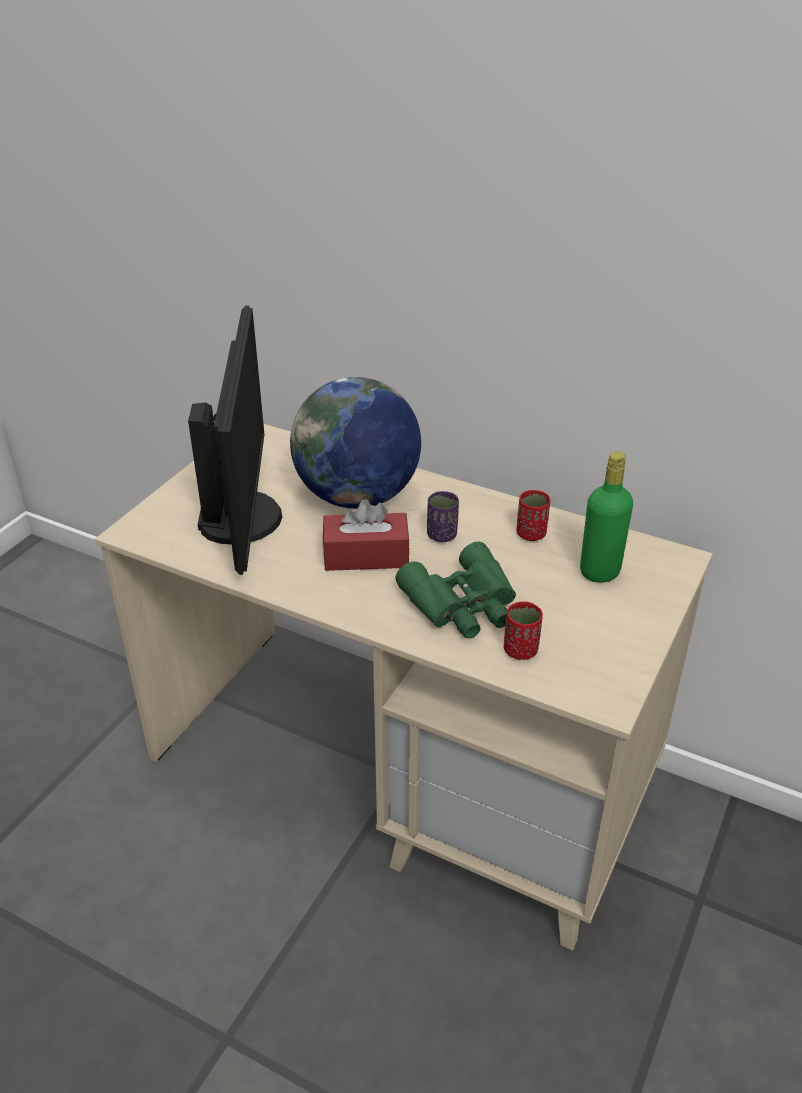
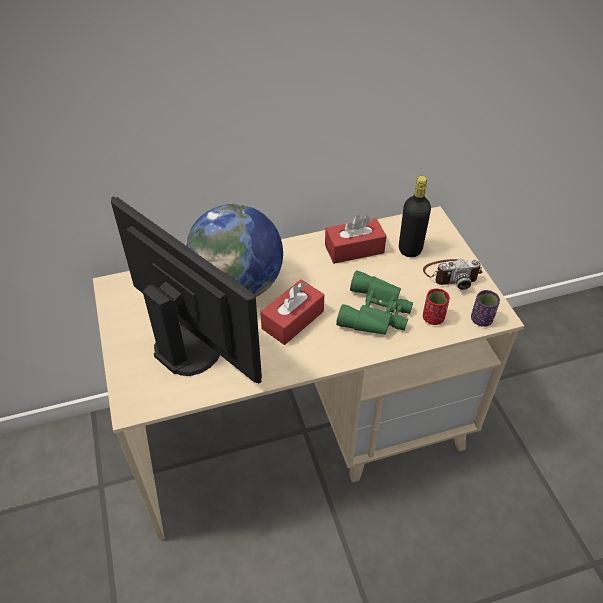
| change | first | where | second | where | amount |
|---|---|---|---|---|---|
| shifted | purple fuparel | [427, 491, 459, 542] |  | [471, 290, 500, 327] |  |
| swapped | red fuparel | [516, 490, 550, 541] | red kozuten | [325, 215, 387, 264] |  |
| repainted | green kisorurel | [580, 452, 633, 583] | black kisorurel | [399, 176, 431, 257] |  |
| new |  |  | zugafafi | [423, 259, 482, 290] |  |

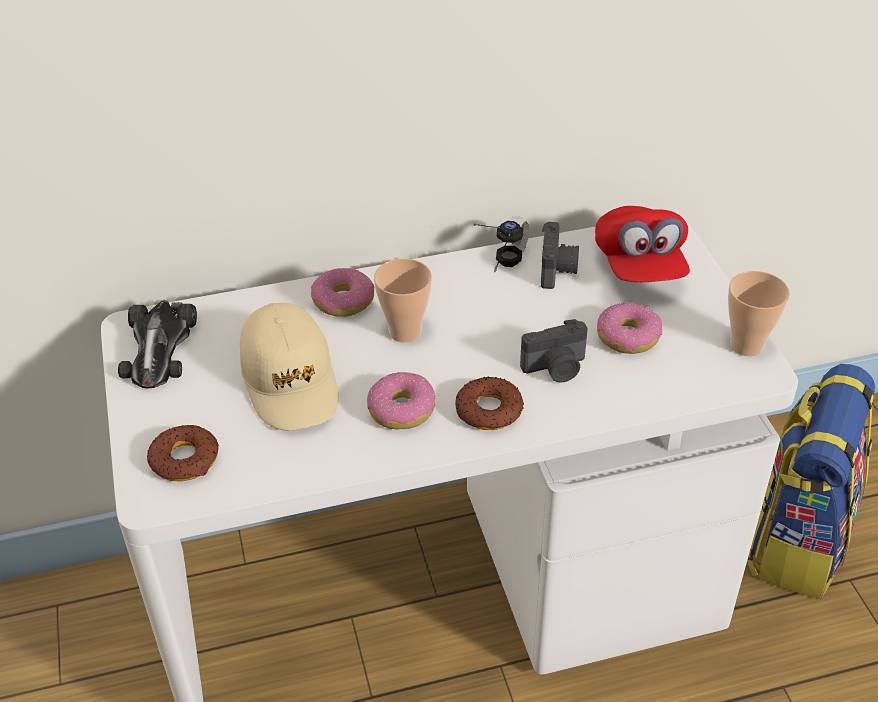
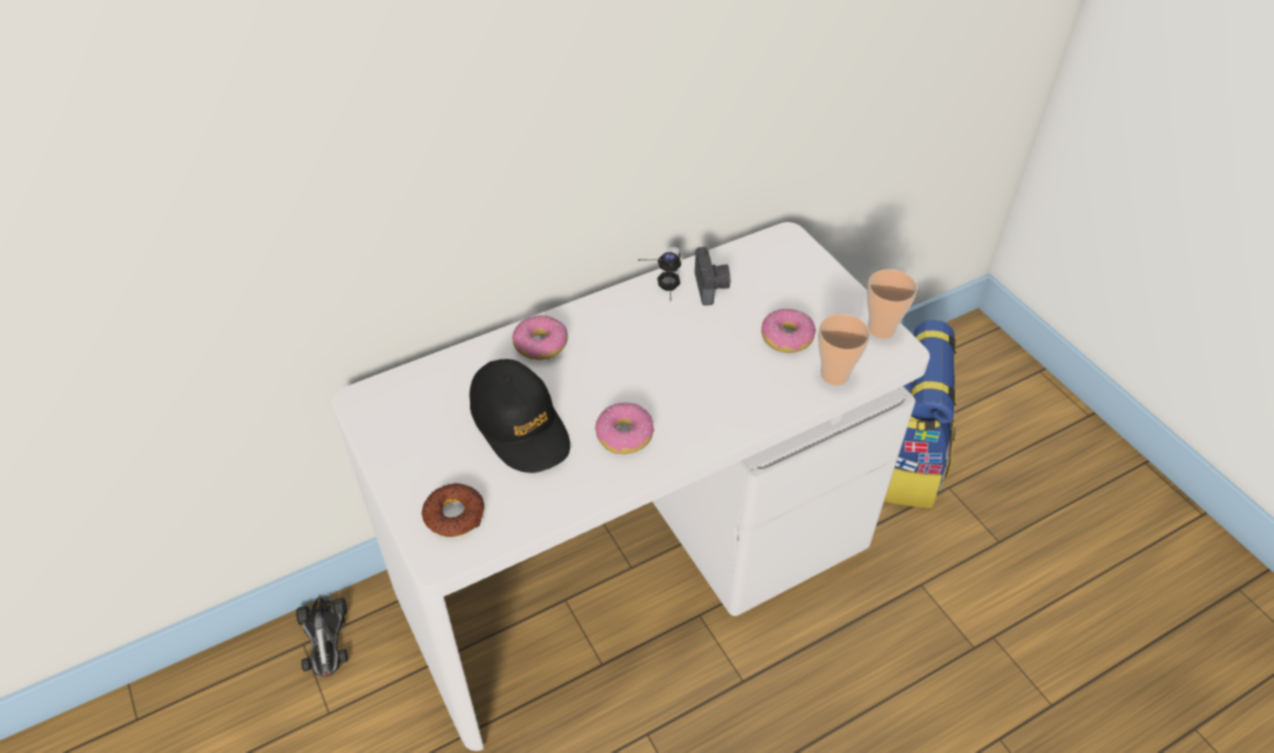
| change | first | where | second | where | amount |
|---|---|---|---|---|---|
| shifted | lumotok | [118, 300, 197, 389] |  | [296, 596, 348, 677] |  |
| repainted | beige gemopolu | [240, 303, 339, 431] | black gemopolu | [470, 359, 570, 473] |  |
| shifted | fuparel | [374, 259, 432, 343] |  | [818, 314, 870, 386] |  |
| gone | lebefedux | [455, 377, 524, 430] |  |  |  |
| gone | zugafafi | [520, 319, 588, 383] |  |  |  |
| gone | red gemopolu | [595, 206, 690, 282] |  |  |  |

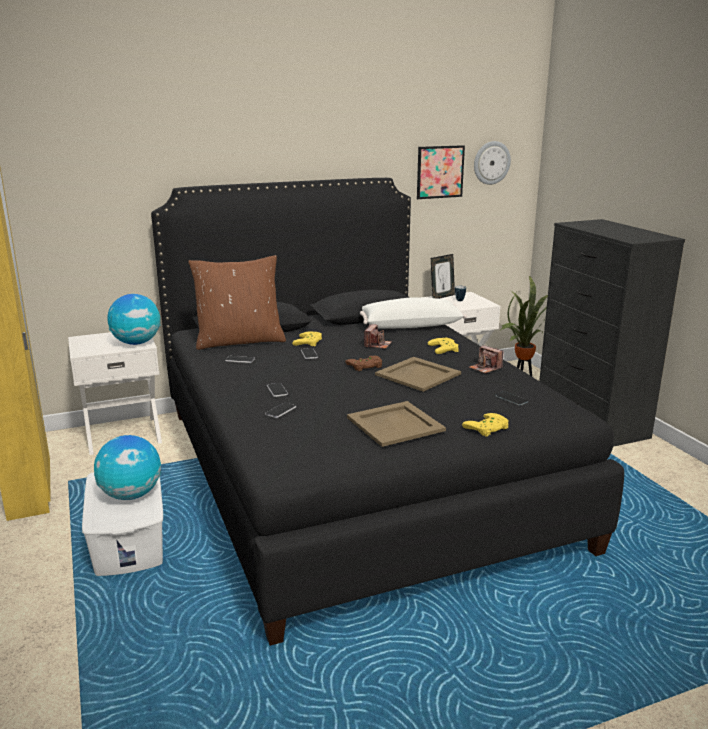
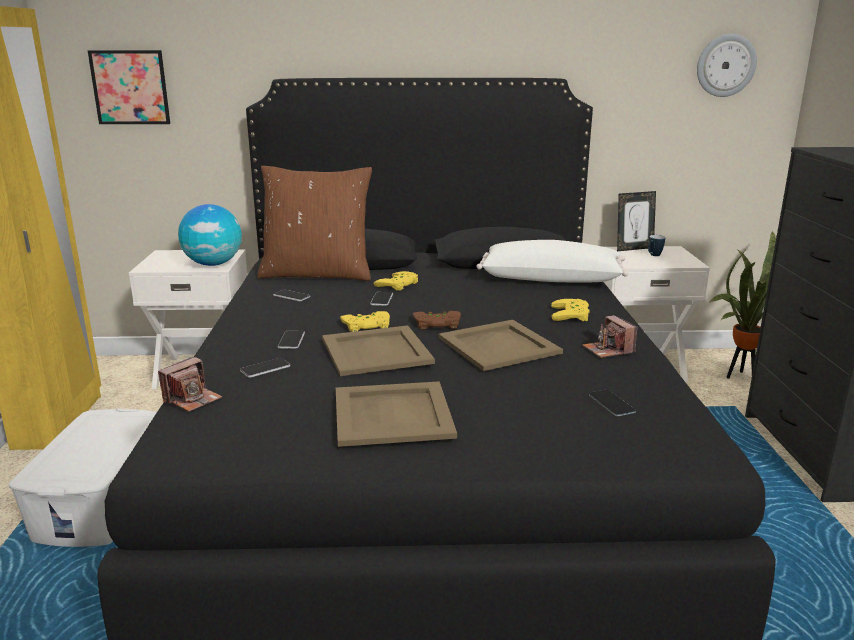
| change | first | where | second | where | amount |
|---|---|---|---|---|---|
| gone | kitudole | [94, 435, 161, 500] |  |  |  |
| shifted | zugafafi | [364, 324, 392, 349] |  | [158, 357, 222, 412] |  |
| shifted | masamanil | [417, 145, 465, 199] |  | [87, 50, 170, 124] |  |
| shifted | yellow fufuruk | [462, 413, 509, 437] |  | [340, 311, 390, 332] |  |
| new |  |  | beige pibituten | [322, 325, 435, 376] |  |

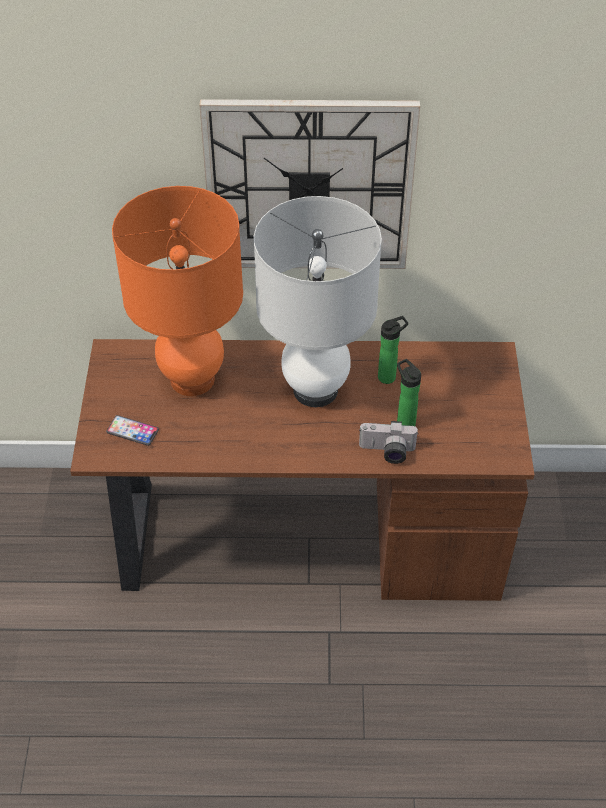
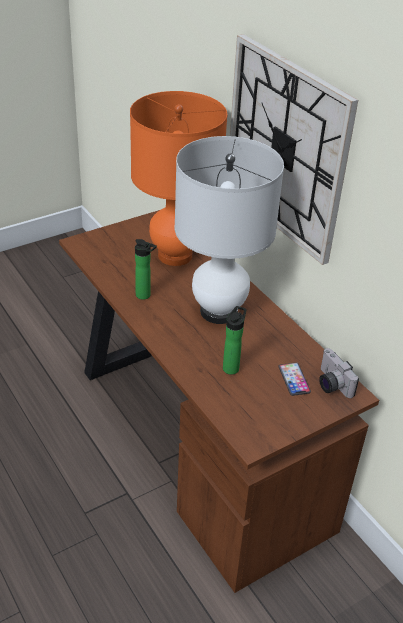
| change | first | where | second | where | amount |
|---|---|---|---|---|---|
| shifted | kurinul | [106, 415, 159, 446] |  | [278, 363, 311, 396] |  |
| shifted | zugafafi | [359, 421, 419, 464] |  | [319, 348, 359, 398] |  |
| shifted | kisorurel | [378, 316, 408, 384] |  | [135, 239, 157, 300] |  |

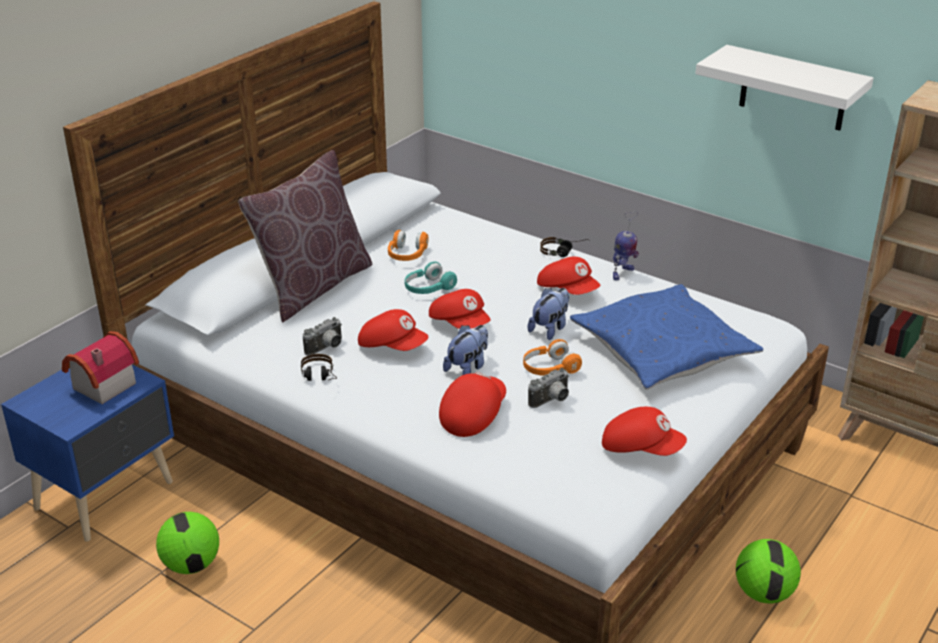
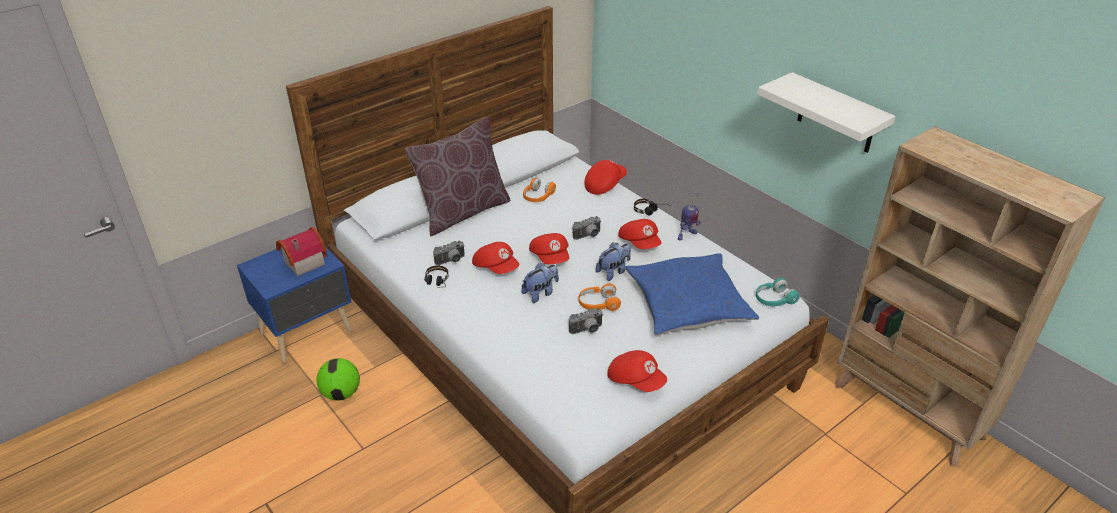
| change | first | where | second | where | amount |
|---|---|---|---|---|---|
| shifted | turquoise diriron | [405, 261, 457, 294] |  | [756, 278, 800, 306] |  |
| shifted | red gemopolu | [439, 372, 506, 437] |  | [584, 160, 627, 195] |  |
| gone | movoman | [736, 539, 801, 604] |  |  |  |
| new |  |  | zugafafi | [573, 216, 601, 240] |  |

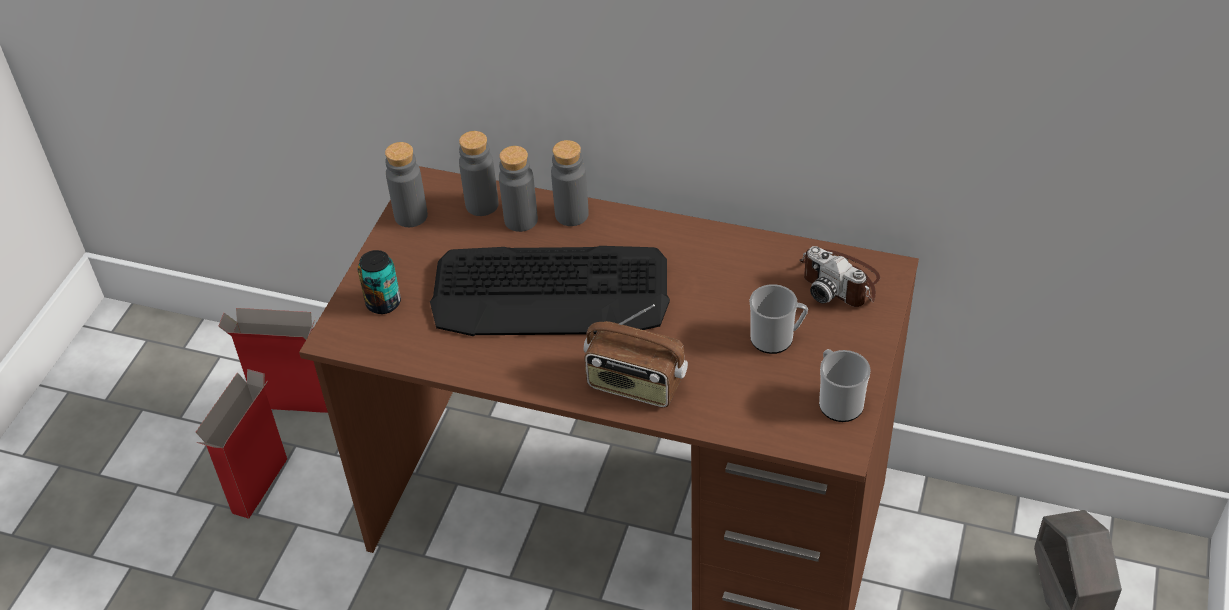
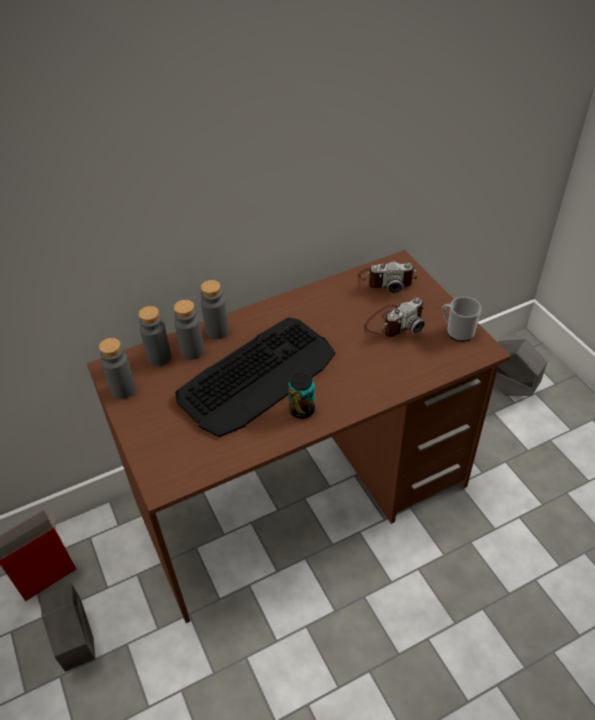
| change | first | where | second | where | amount |
|---|---|---|---|---|---|
| swapped | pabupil | [196, 369, 287, 519] | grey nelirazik | [41, 584, 96, 672] |  |
| shifted | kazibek | [358, 250, 401, 314] |  | [288, 373, 315, 419] |  |
| gone | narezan | [583, 304, 688, 408] |  |  |  |
| swapped | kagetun | [750, 284, 808, 354] | zugafafi | [365, 298, 425, 337] |  |

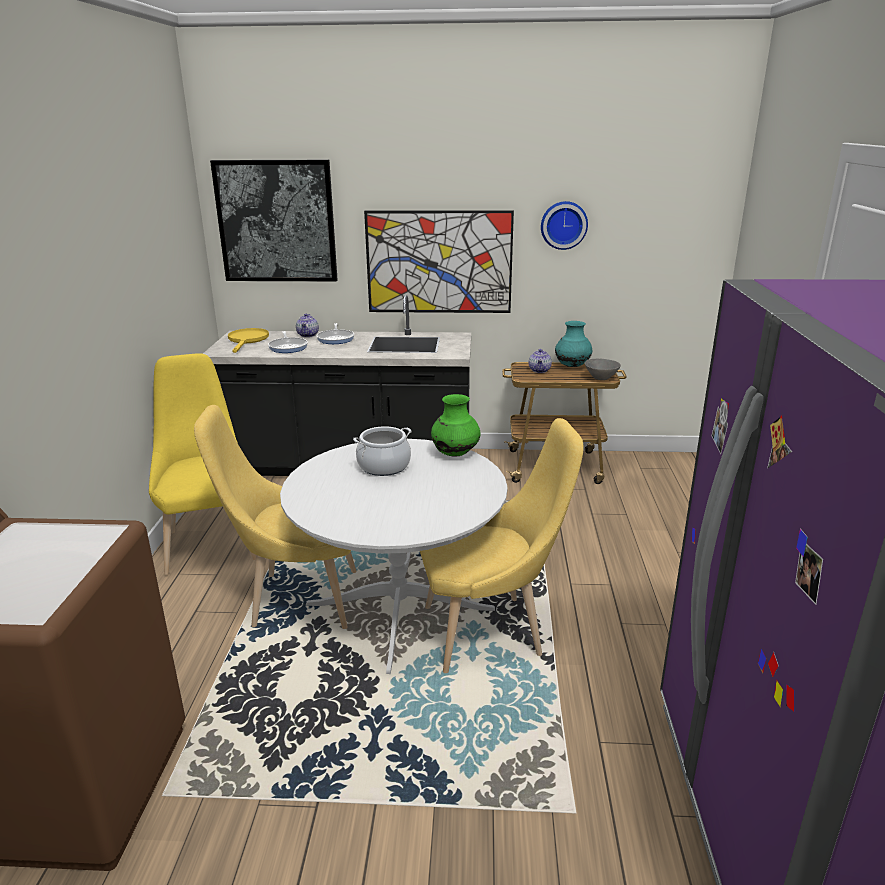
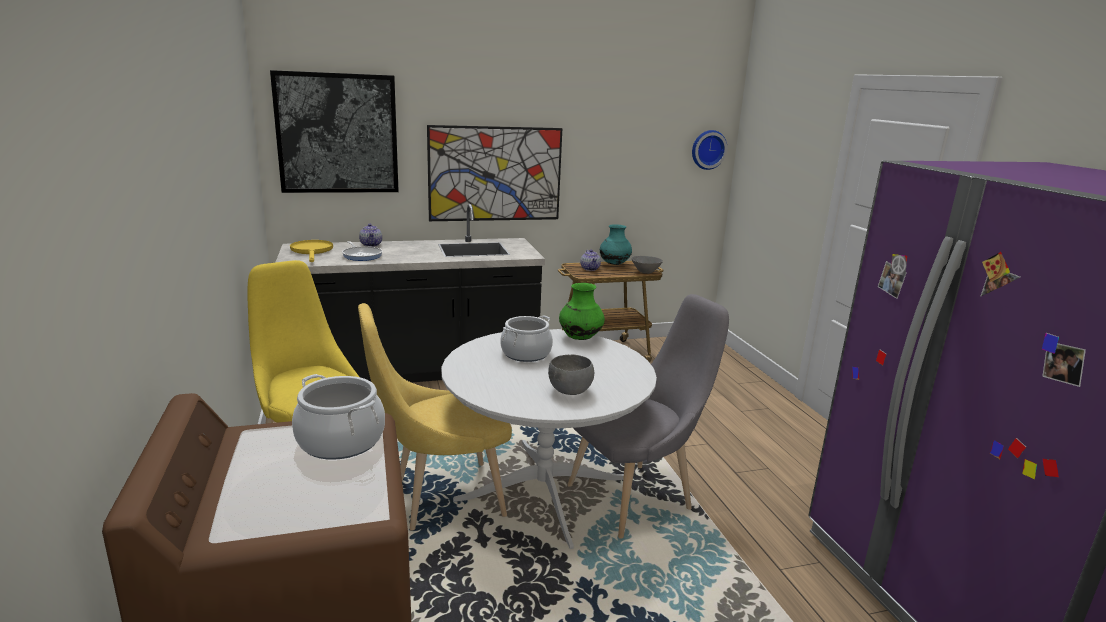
| change | first | where | second | where | amount |
|---|---|---|---|---|---|
| gone | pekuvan | [316, 323, 354, 344] |  |  |  |
| repainted | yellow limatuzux | [420, 418, 584, 673] | grey limatuzux | [567, 294, 729, 539] |  |
| shifted | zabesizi | [541, 201, 588, 250] |  | [692, 130, 727, 170] |  |
| new |  |  | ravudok | [292, 374, 385, 460] |  |
| new |  |  | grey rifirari | [548, 354, 594, 395] |  |

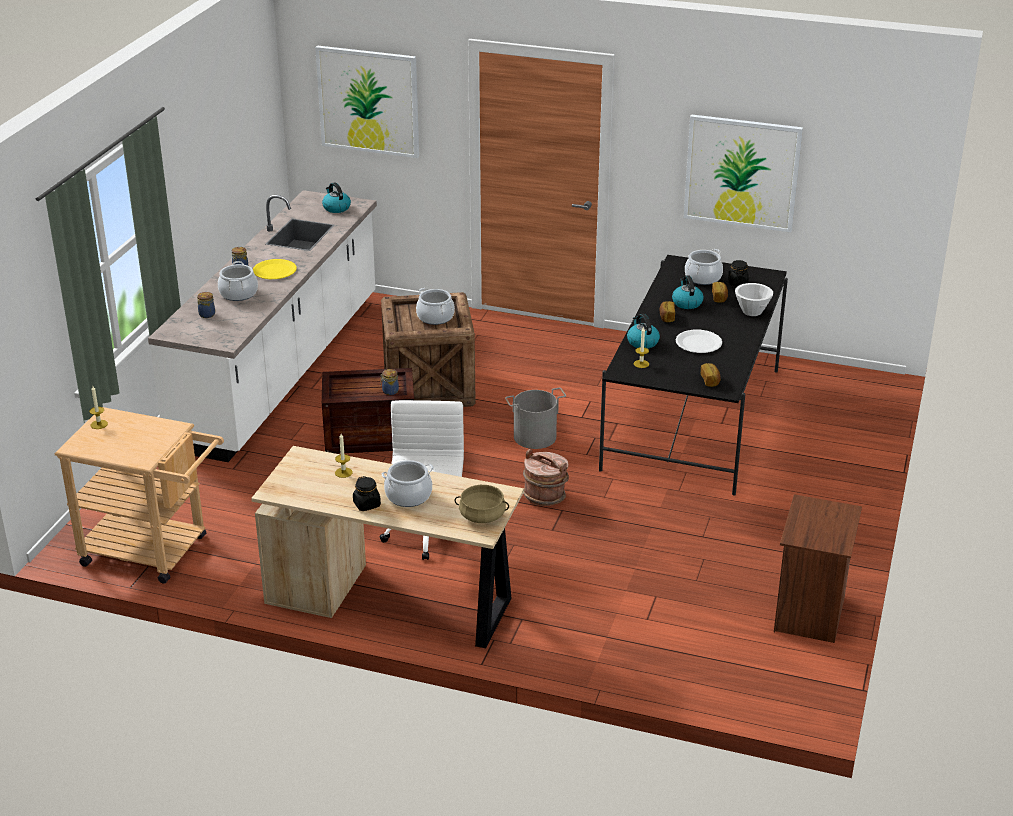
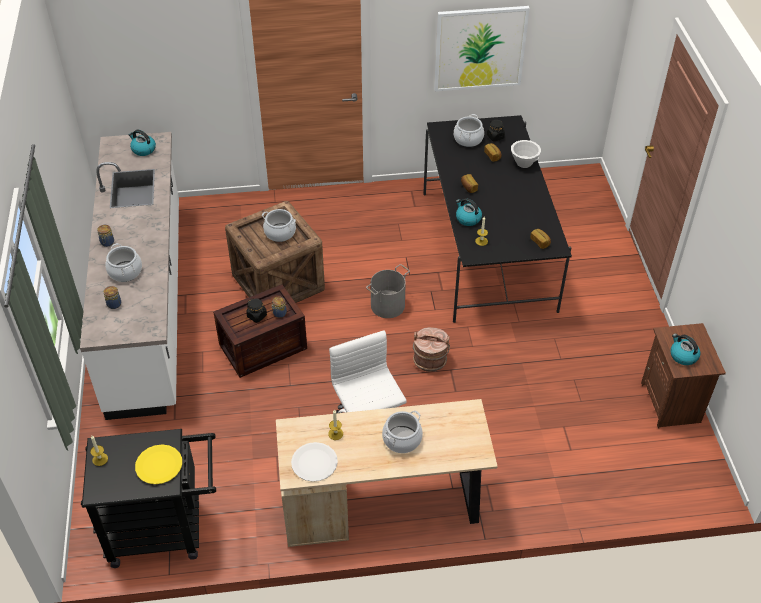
| change | first | where | second | where | amount |
|---|---|---|---|---|---|
| repainted | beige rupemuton | [54, 407, 224, 584] | black rupemuton | [81, 429, 216, 568] |  |
| shifted | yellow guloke | [253, 259, 297, 279] |  | [135, 444, 182, 484] |  |
| gone | masamanil | [315, 45, 419, 158] |  |  |  |
| shifted | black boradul | [353, 476, 381, 511] |  | [246, 299, 267, 323] |  |
| gone | beige ravudok | [454, 485, 509, 523] |  |  |  |
| shifted | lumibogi | [672, 275, 704, 309] |  | [670, 334, 700, 365] |  |
| shifted | white guloke | [676, 330, 722, 353] |  | [291, 442, 338, 482] |  |

